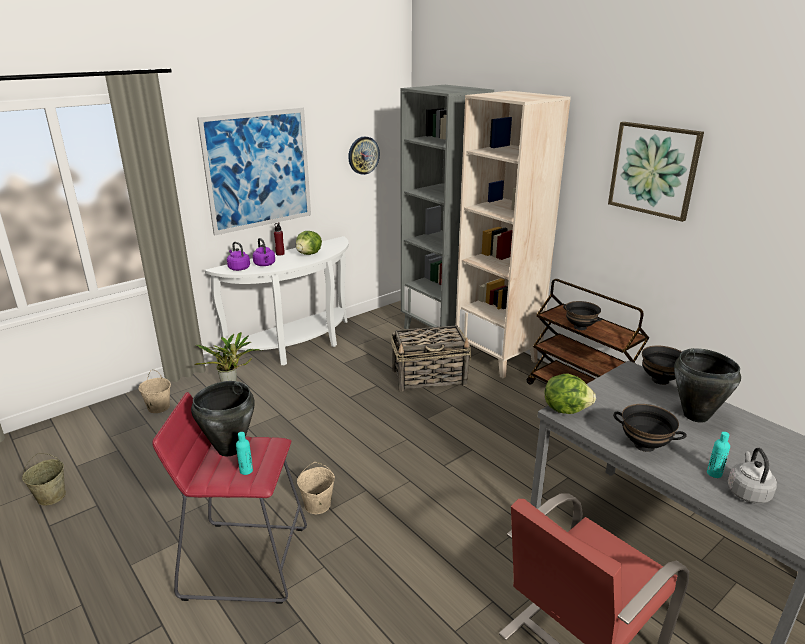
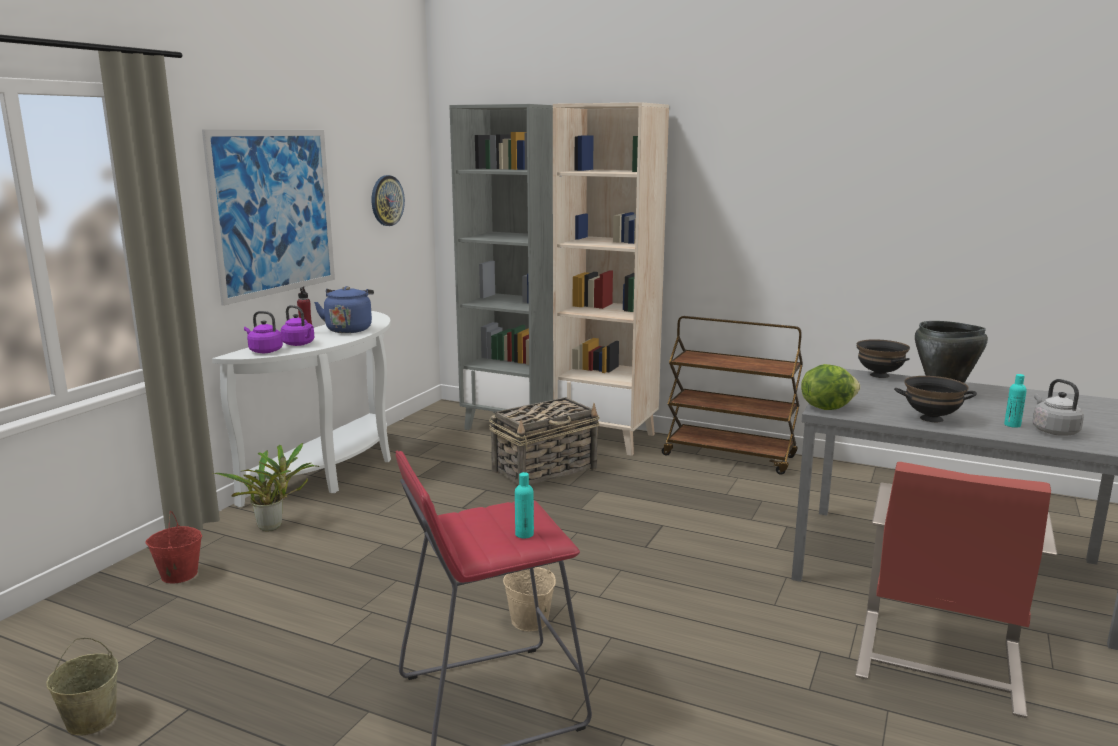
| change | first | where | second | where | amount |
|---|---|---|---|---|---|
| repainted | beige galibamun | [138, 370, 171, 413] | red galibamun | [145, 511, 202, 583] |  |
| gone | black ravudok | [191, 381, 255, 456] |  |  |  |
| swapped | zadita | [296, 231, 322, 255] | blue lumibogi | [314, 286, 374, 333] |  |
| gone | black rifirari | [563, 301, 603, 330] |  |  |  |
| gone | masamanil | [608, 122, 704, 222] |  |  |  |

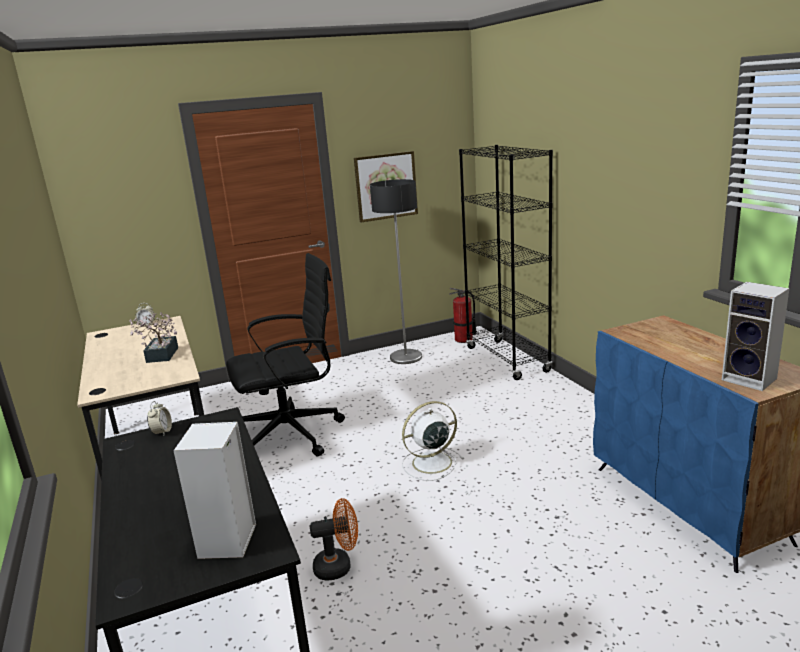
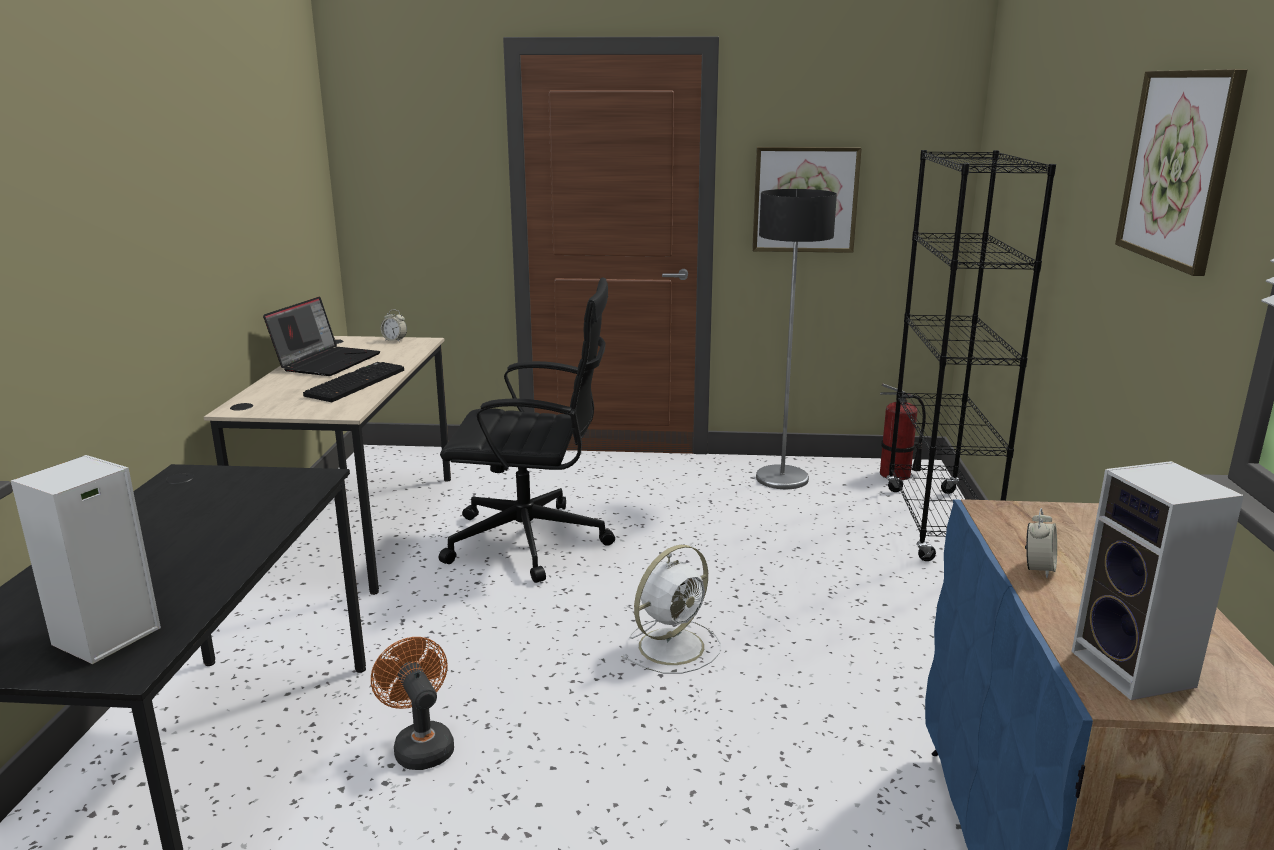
| change | first | where | second | where | amount |
|---|---|---|---|---|---|
| swapped | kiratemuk | [129, 313, 178, 363] | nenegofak | [303, 362, 404, 402] |  |
| shifted | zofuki | [147, 401, 172, 436] |  | [1025, 508, 1057, 578] |  |
| rotated | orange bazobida | [310, 498, 358, 581] |  | [371, 637, 454, 770] | 135 degrees counterclockwise |
| rotated | white bazobida | [402, 401, 464, 481] |  | [621, 545, 721, 674] | 135 degrees clockwise |
| new |  |  | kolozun | [263, 297, 381, 376] |  |
| new |  |  | masamanil | [1115, 69, 1247, 276] |  |

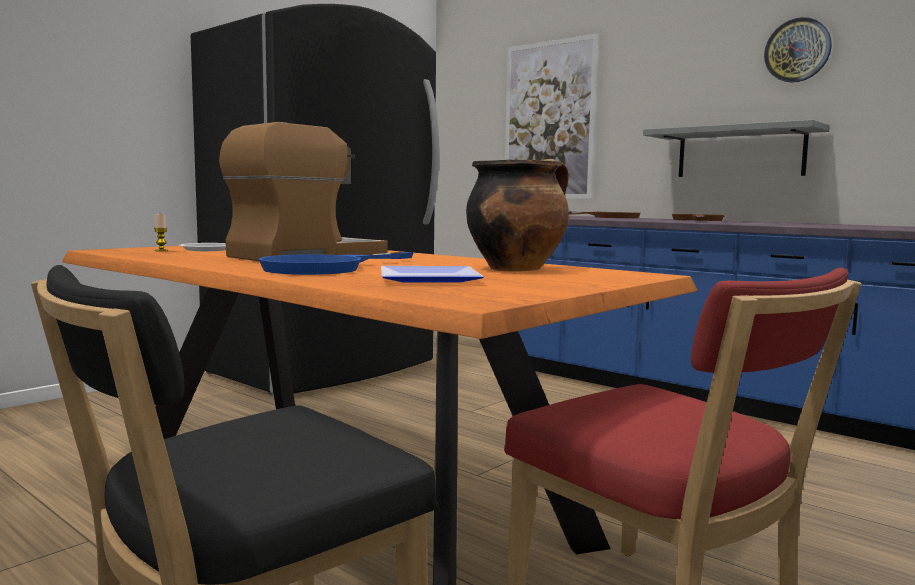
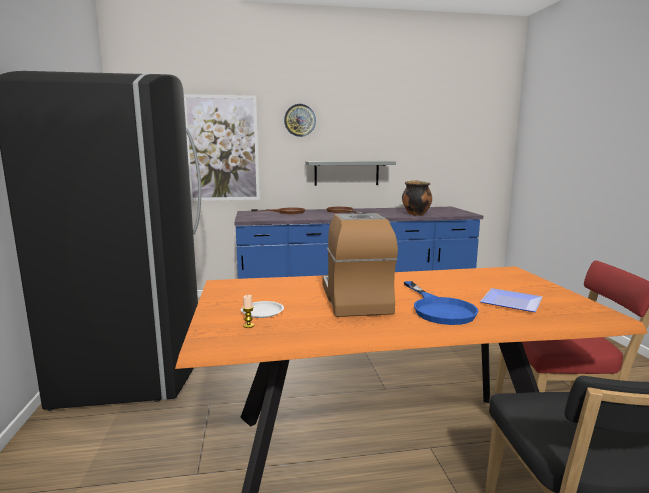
| change | first | where | second | where | amount |
|---|---|---|---|---|---|
| shifted | ravudok | [466, 159, 569, 272] |  | [402, 181, 432, 216] |  |
| shifted | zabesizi | [764, 17, 832, 83] |  | [284, 104, 316, 137] |  |

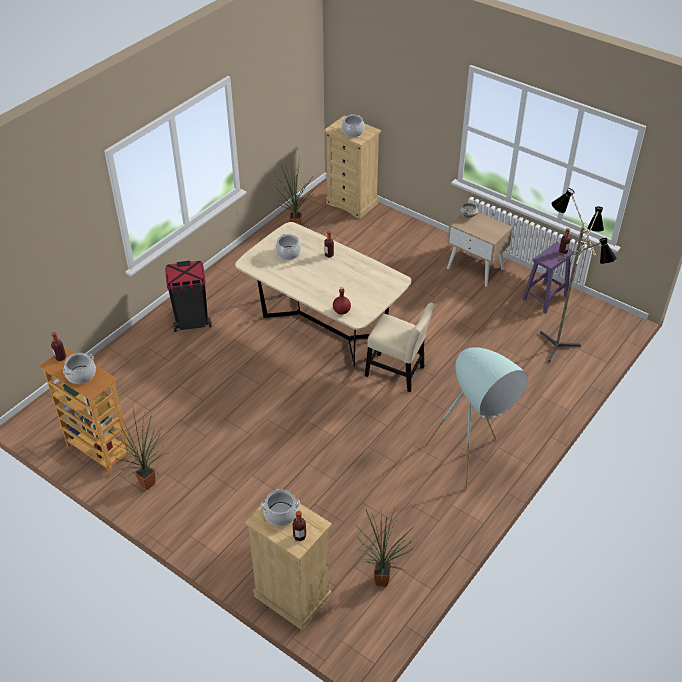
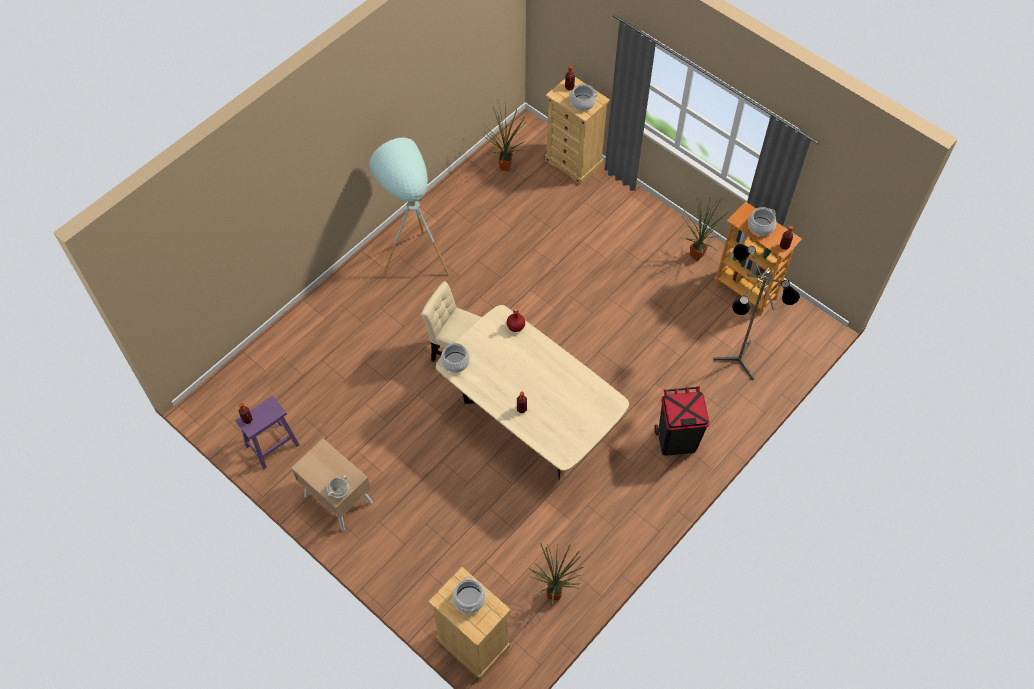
| change | first | where | second | where | amount |
|---|---|---|---|---|---|
| shifted | ravudok | [275, 234, 301, 260] |  | [441, 341, 470, 373] |  |
| shifted | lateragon | [540, 188, 617, 362] |  | [714, 244, 800, 380] |  |

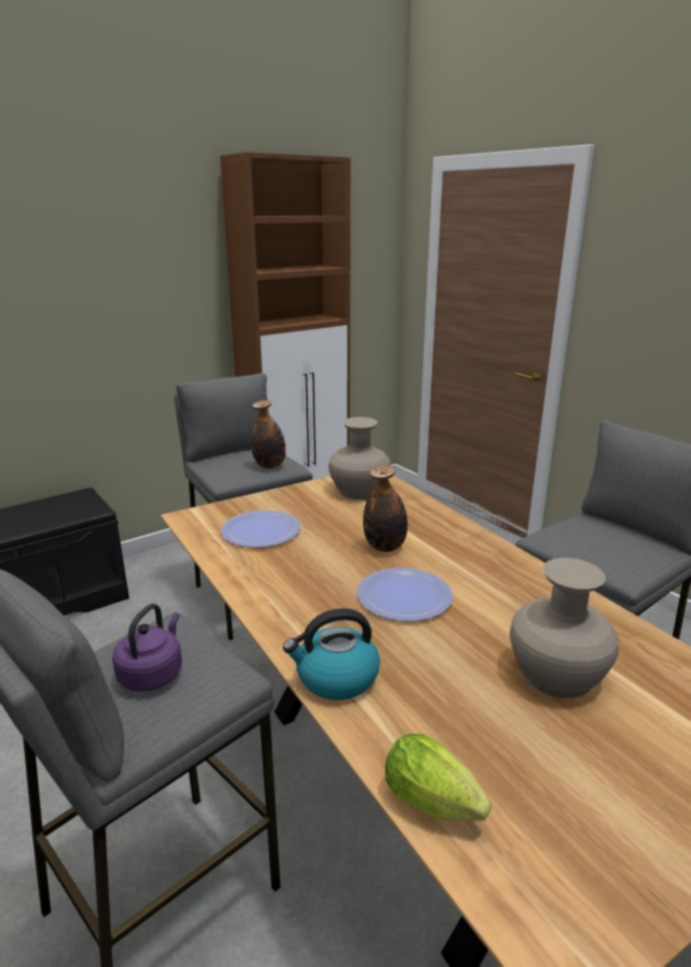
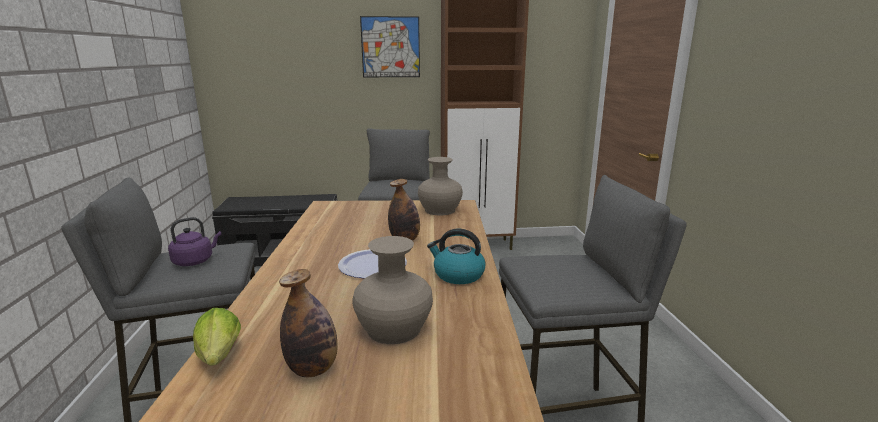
| change | first | where | second | where | amount |
|---|---|---|---|---|---|
| gone | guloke | [221, 510, 301, 548] |  |  |  |
| shifted | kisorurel | [251, 400, 286, 468] |  | [279, 269, 338, 377] |  |
| shifted | lumibogi | [283, 608, 380, 700] |  | [427, 229, 486, 284] |  |
| new |  |  | masamanil | [360, 16, 420, 77] |  |

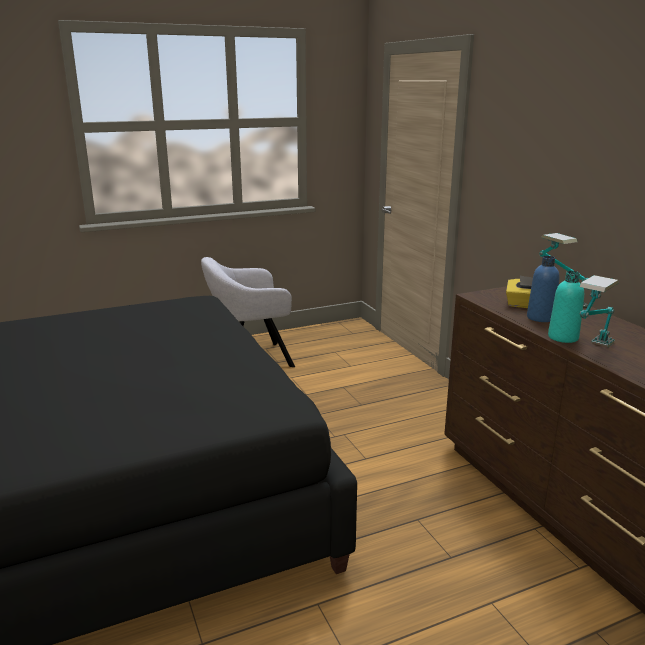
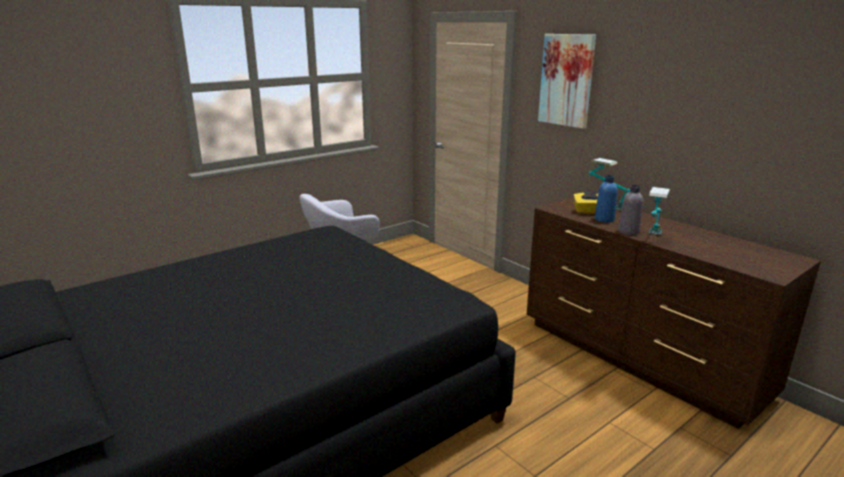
| change | first | where | second | where | amount |
|---|---|---|---|---|---|
| repainted | turquoise kisorurel | [548, 271, 584, 343] | grey kisorurel | [618, 185, 643, 235] |  |
| new |  |  | masamanil | [538, 34, 596, 129] |  |

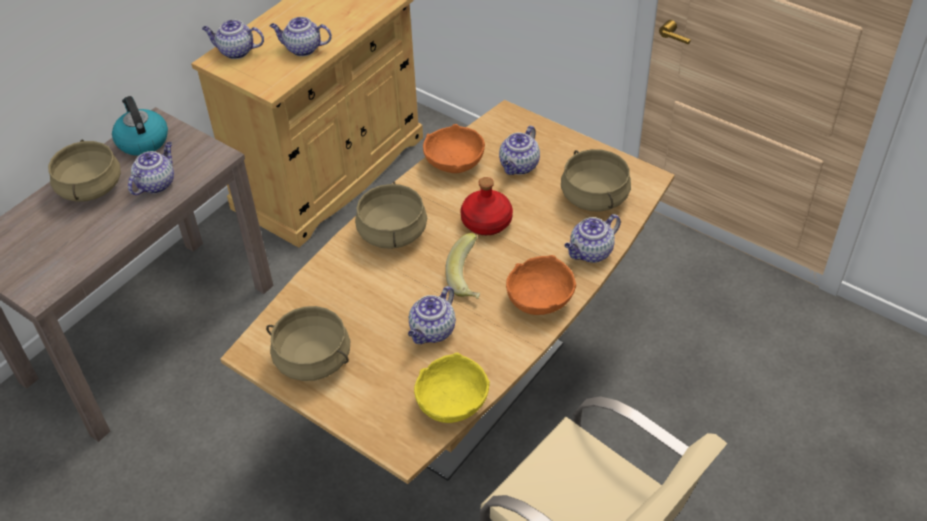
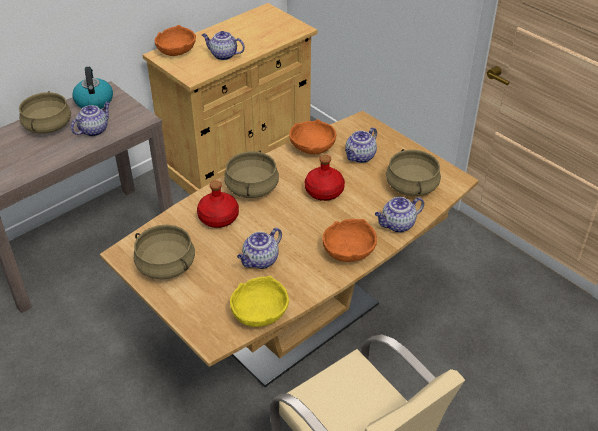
| change | first | where | second | where | amount |
|---|---|---|---|---|---|
| swapped | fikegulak | [202, 20, 264, 59] | orange rifirari | [154, 25, 196, 56] |  |
| gone | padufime | [445, 233, 480, 299] |  |  |  |
| new |  |  | red kisorurel | [197, 181, 239, 228] |  |

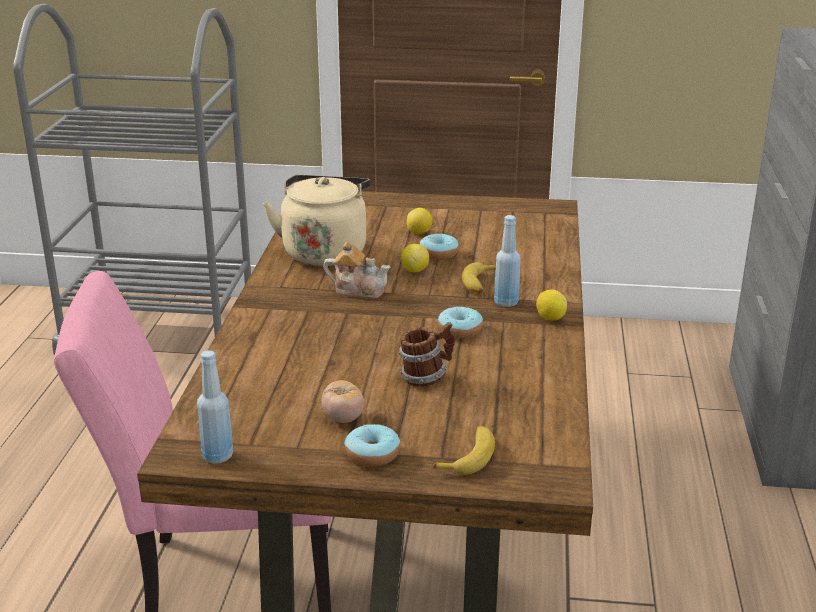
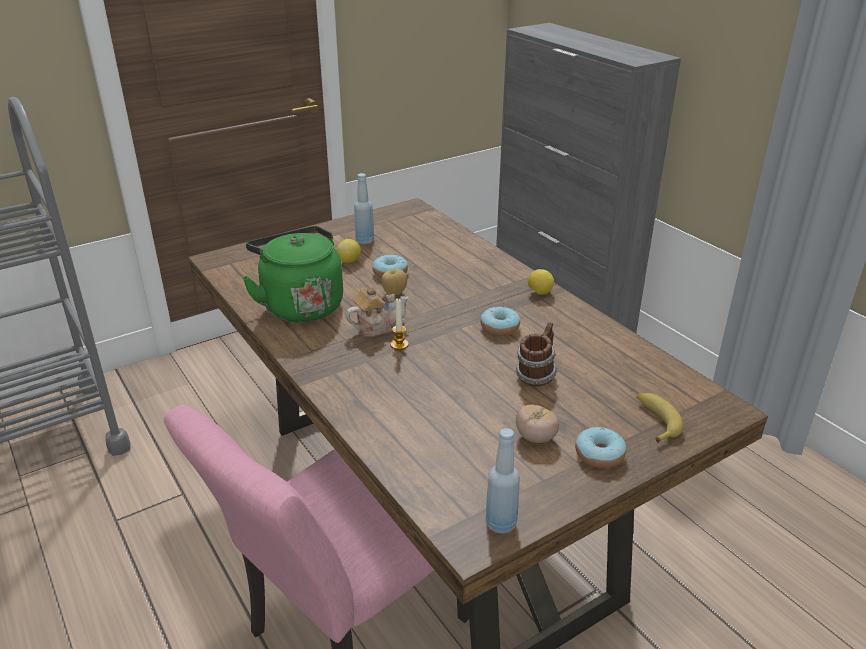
| change | first | where | second | where | amount |
|---|---|---|---|---|---|
| repainted | beige lumibogi | [263, 175, 371, 266] | green lumibogi | [242, 226, 343, 322] |  |
| swapped | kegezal | [401, 244, 429, 272] | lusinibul | [381, 269, 407, 295] |  |
| gone | padufime | [462, 262, 496, 293] |  |  |  |
| shifted | blue kisorurel | [494, 215, 521, 307] |  | [354, 173, 374, 244] |  |
| new |  |  | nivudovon | [390, 298, 409, 350] |  |

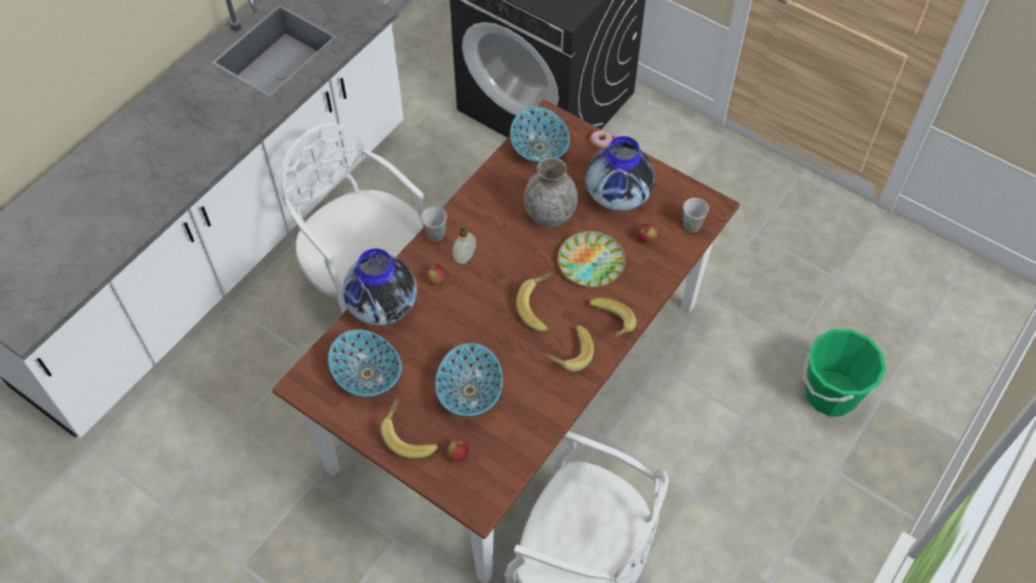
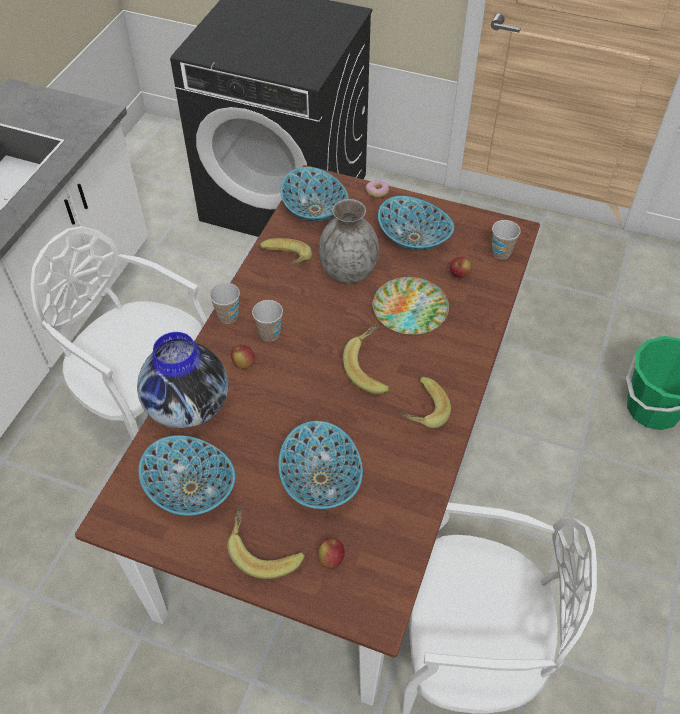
| change | first | where | second | where | amount |
|---|---|---|---|---|---|
| swapped | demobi | [453, 222, 476, 264] | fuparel | [252, 300, 283, 341] |  |
| swapped | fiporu | [585, 136, 655, 211] | rifirari | [378, 196, 454, 251] |  |
| shifted | padufime | [589, 298, 636, 337] |  | [259, 238, 312, 265] |  |

